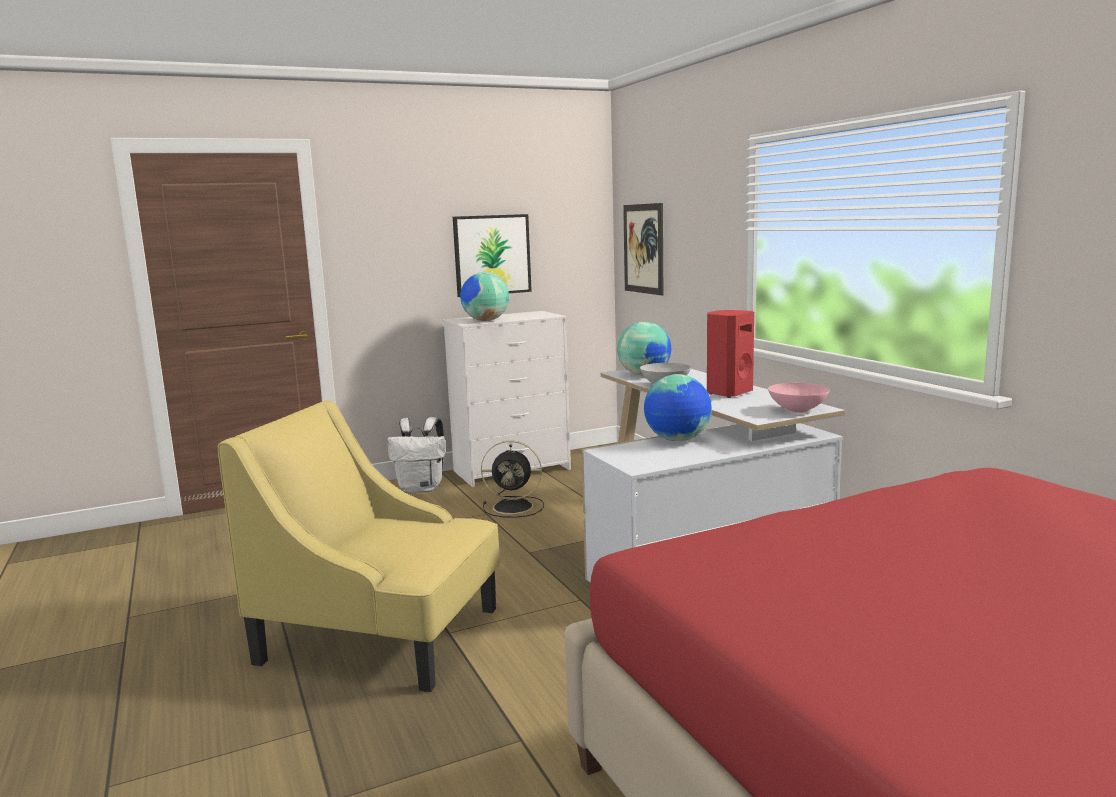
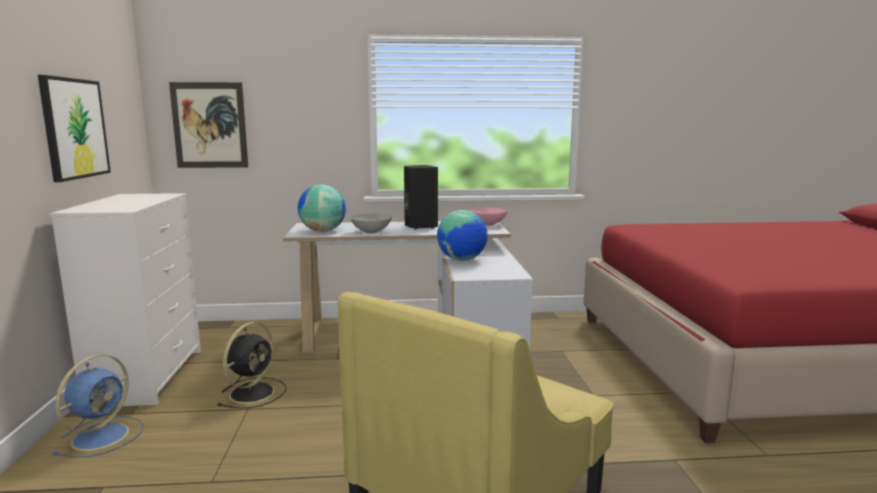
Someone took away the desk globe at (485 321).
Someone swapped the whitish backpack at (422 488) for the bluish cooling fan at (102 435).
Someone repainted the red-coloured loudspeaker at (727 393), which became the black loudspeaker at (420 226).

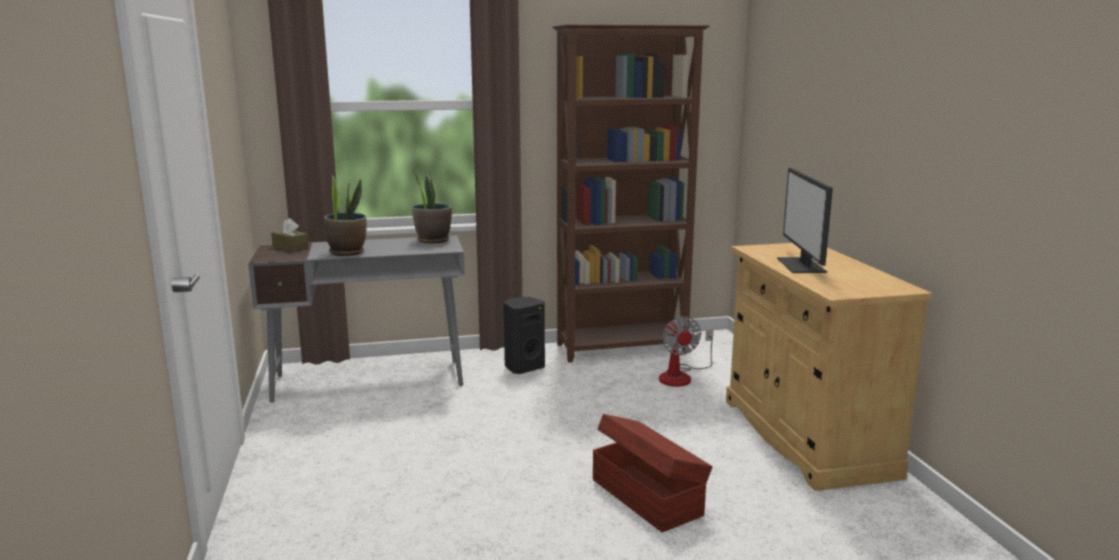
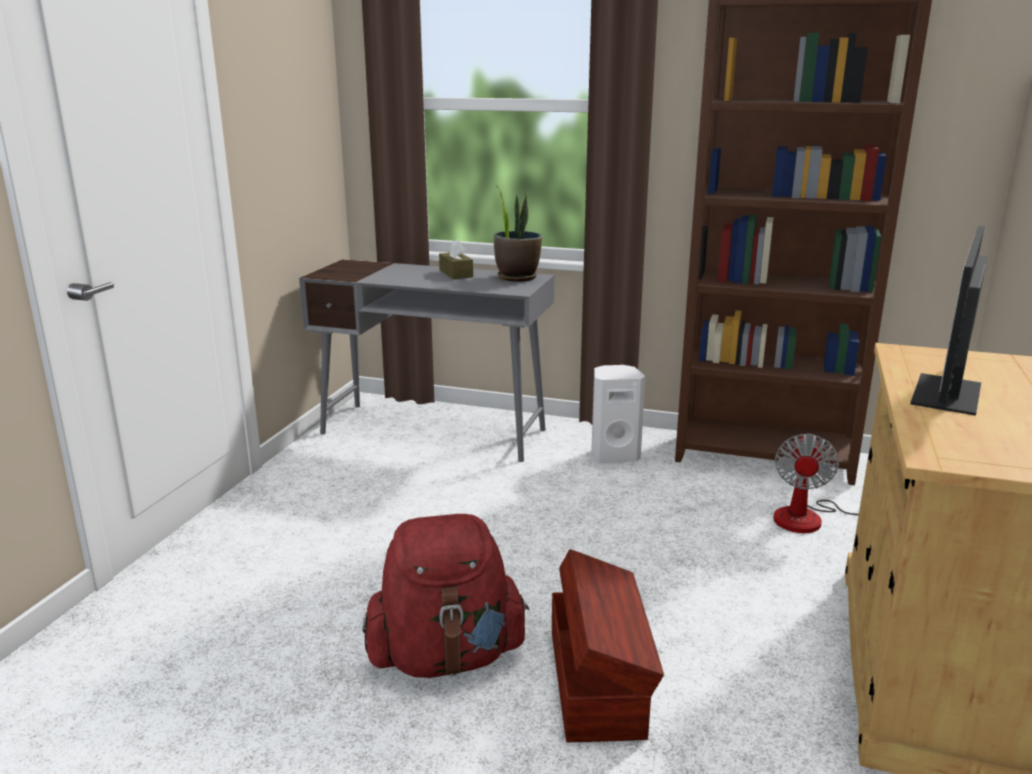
Someone took away the potted plant at (347 252).
Someone put down the red-coloured backpack at (447 657).
Someone carried the brownish tissue holder from (290 247) to (456 274).
Someone repainted the black loudspeaker at (523 367), which became the whitish loudspeaker at (613 455).

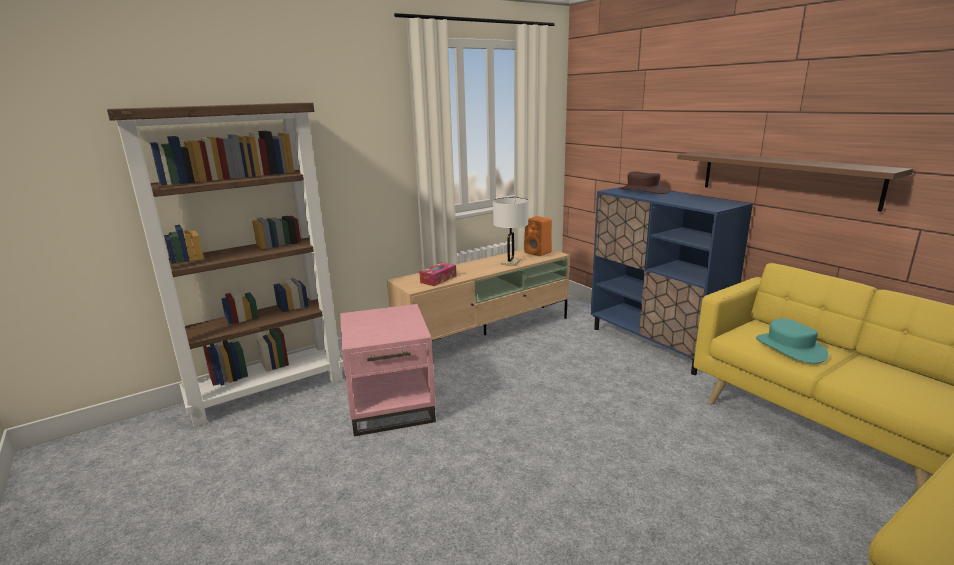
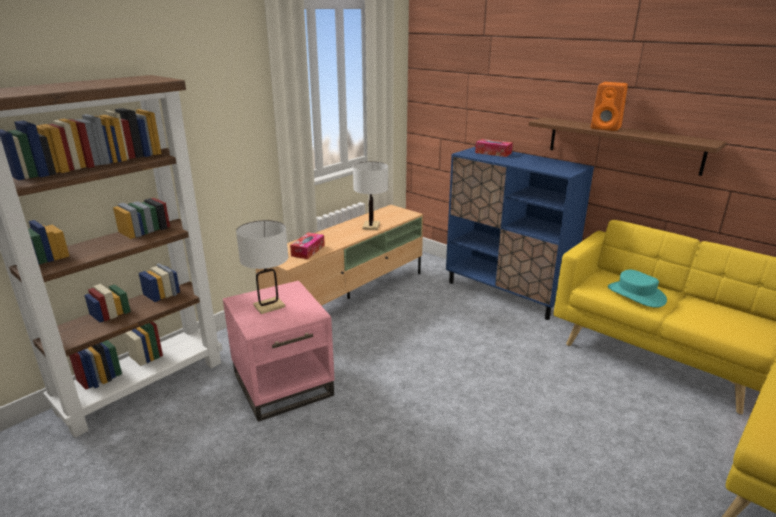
Someone put down the whitish table lamp at (269 306).
Someone carried the orange-coloured loudspeaker from (538 252) to (607 128).
Someone swapped the brownish wearable hat at (642 191) for the tissue holder at (493 153).

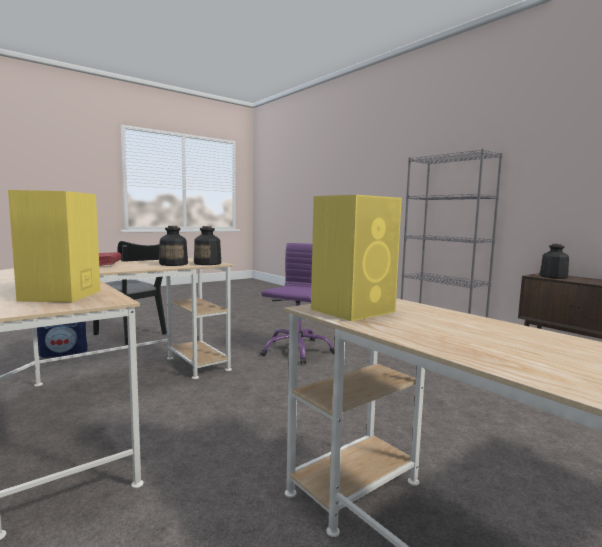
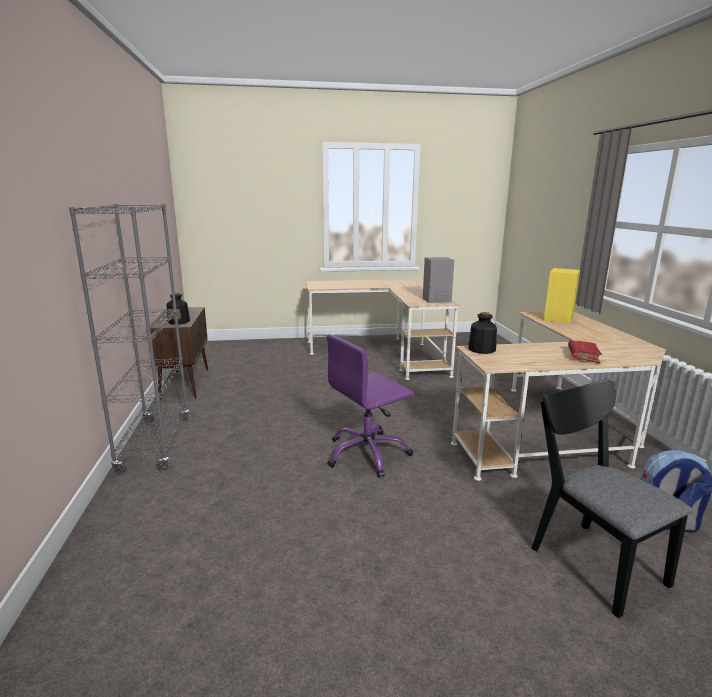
Someone took away the bottle at (173 264).
Someone repainted the yellow-coloured loudspeaker at (354 310), which became the grey loudspeaker at (436 300).

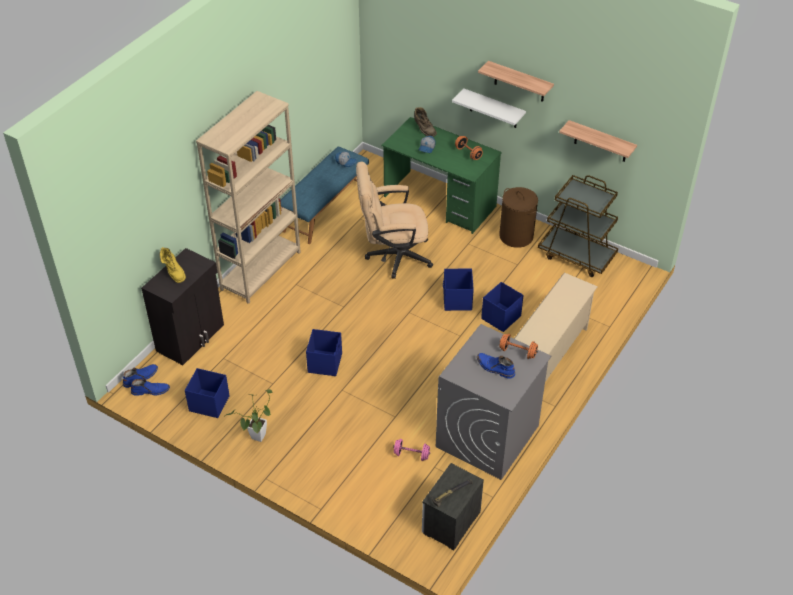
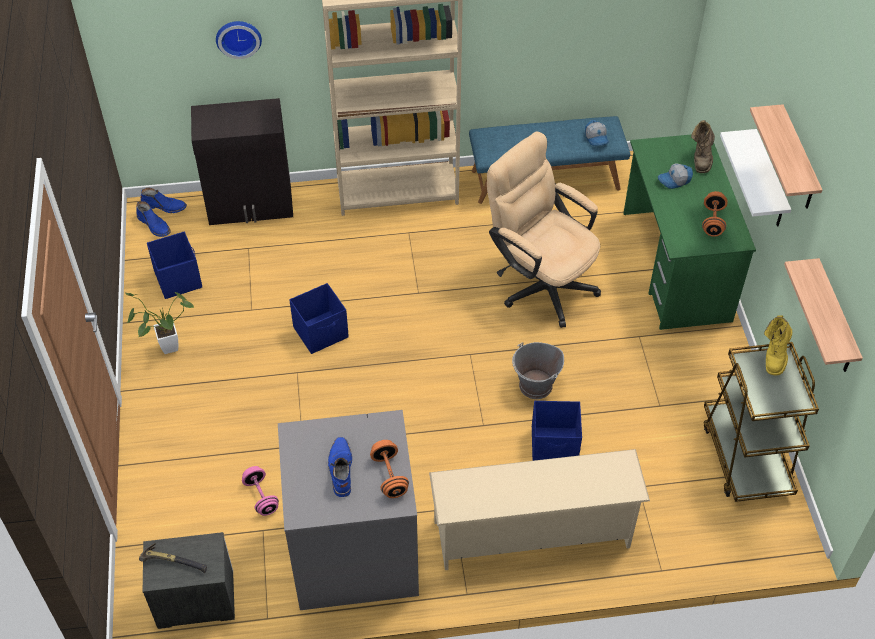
Someone took away the brownish washing basket at (516 236).
Someone put up the hanging clock at (238 37).
Someone carried the yellow-coloured high-top boot from (174 273) to (774 356).
Someone swapped the bluish storage container at (457 300) for the grey bucket at (536 386).

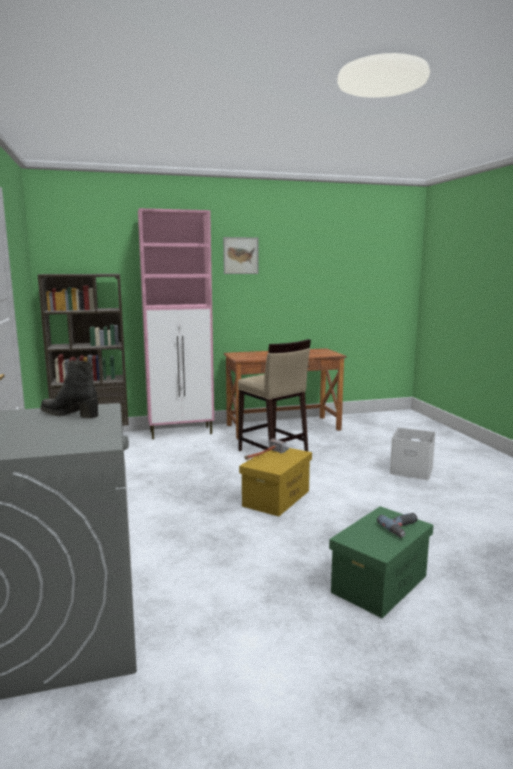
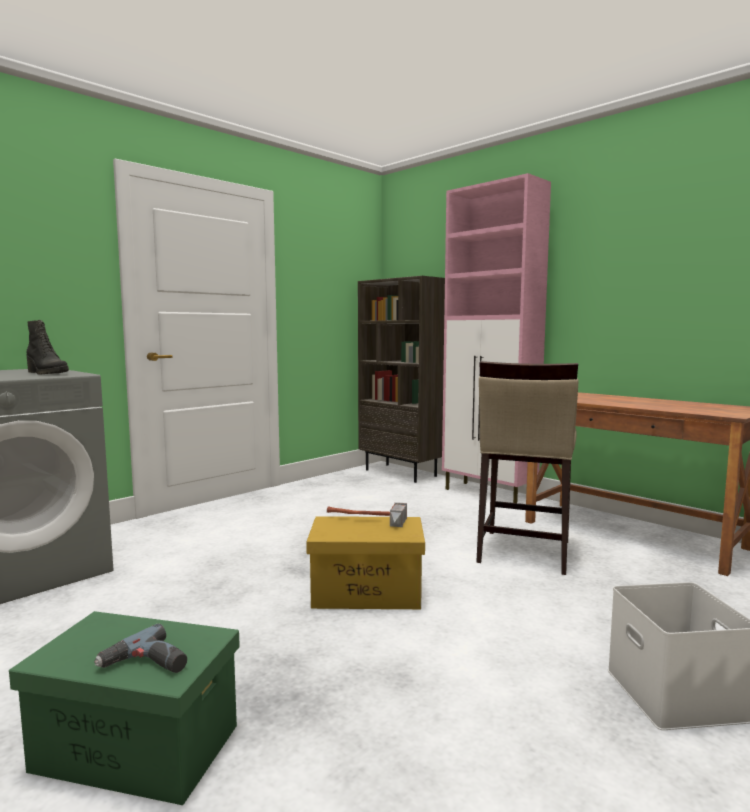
Someone took away the wall picture at (240 255).
Someone rotated the black high-top boot at (70 414) by 135 degrees clockwise.

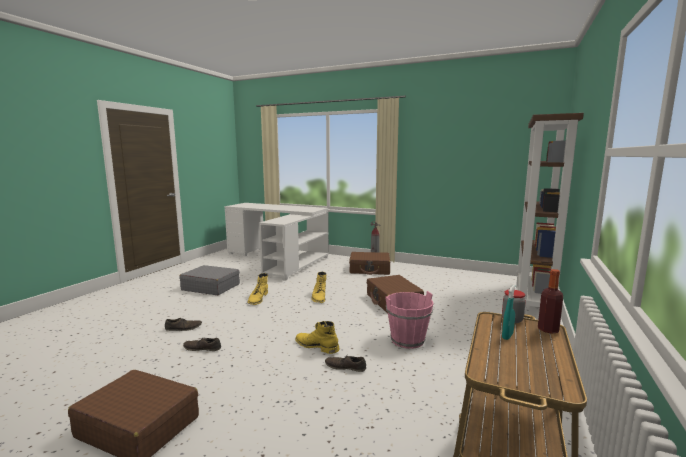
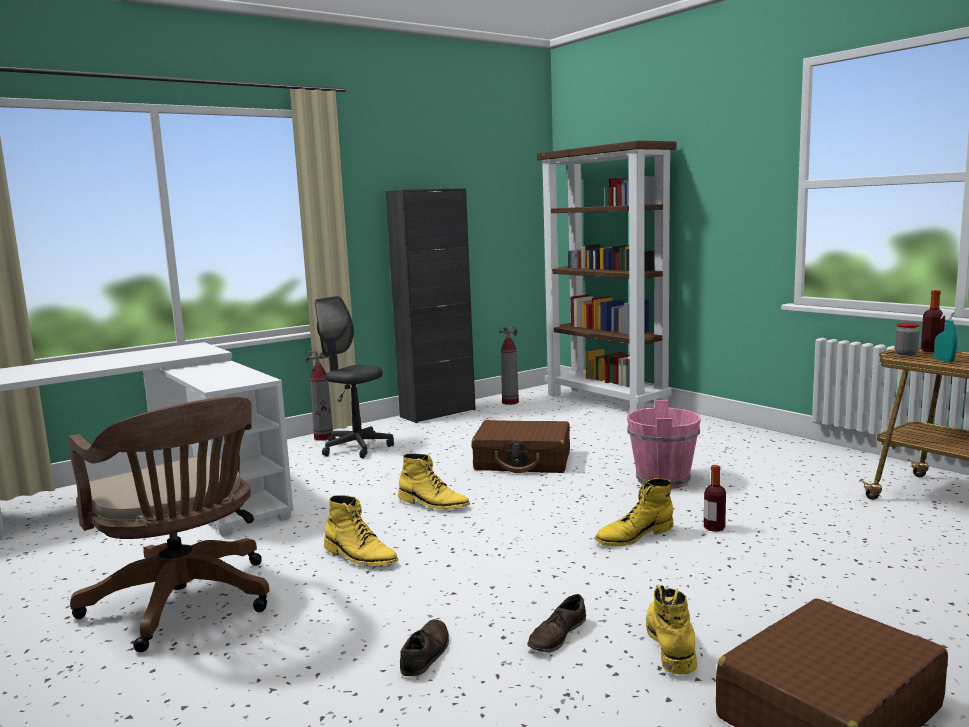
Someone put down the black storage cabinet at (438 413).
Someone put down the fire-fighting cylinder at (510 402).
Someone put down the yellow-coloured high-top boot at (670 643).
Someone swapped the grey piece of luggage at (211 287) for the brownish desk chair at (185 604).
Someone swapped the brownish low shoe at (345 367) for the bottle at (714 528).
Someone swapped the brownish piece of luggage at (370 269) for the grey desk chair at (356 448).

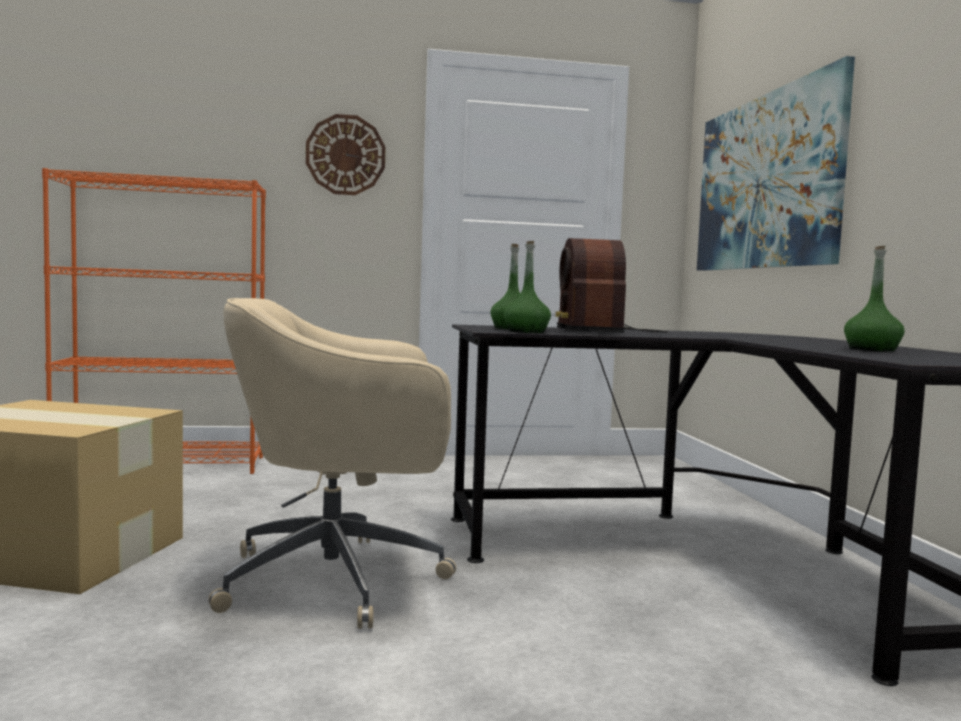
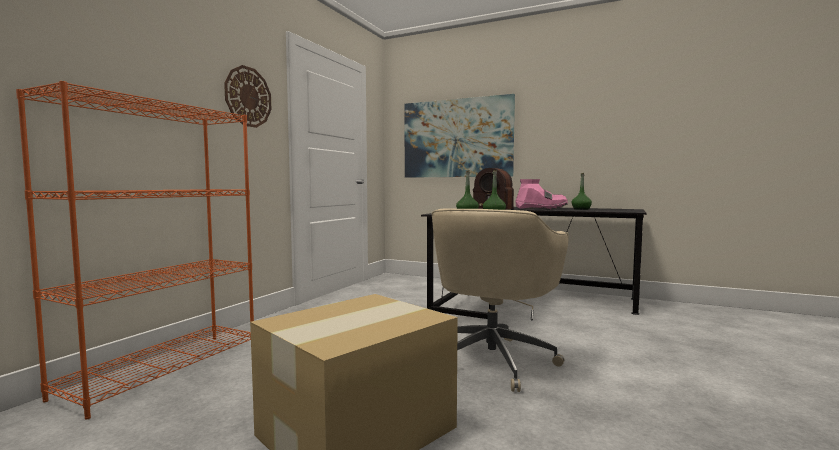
Someone put down the pink-coloured high-top boot at (541 208).

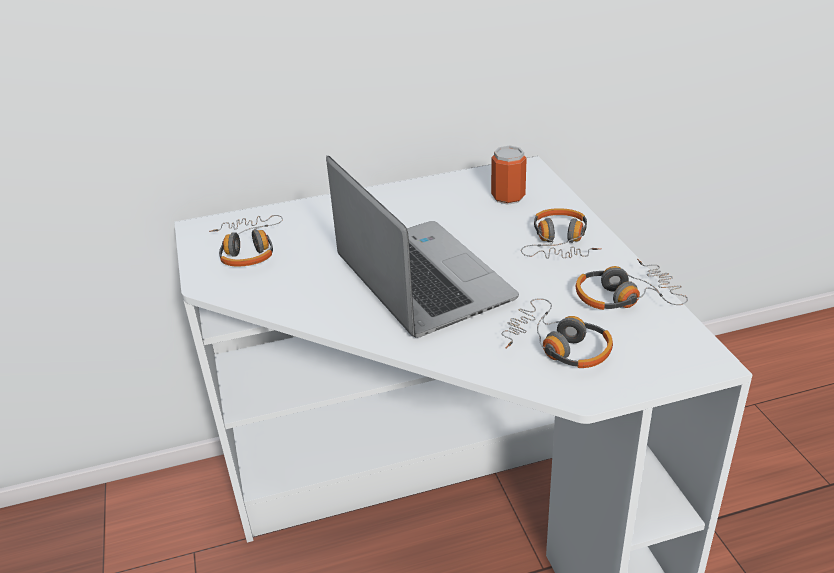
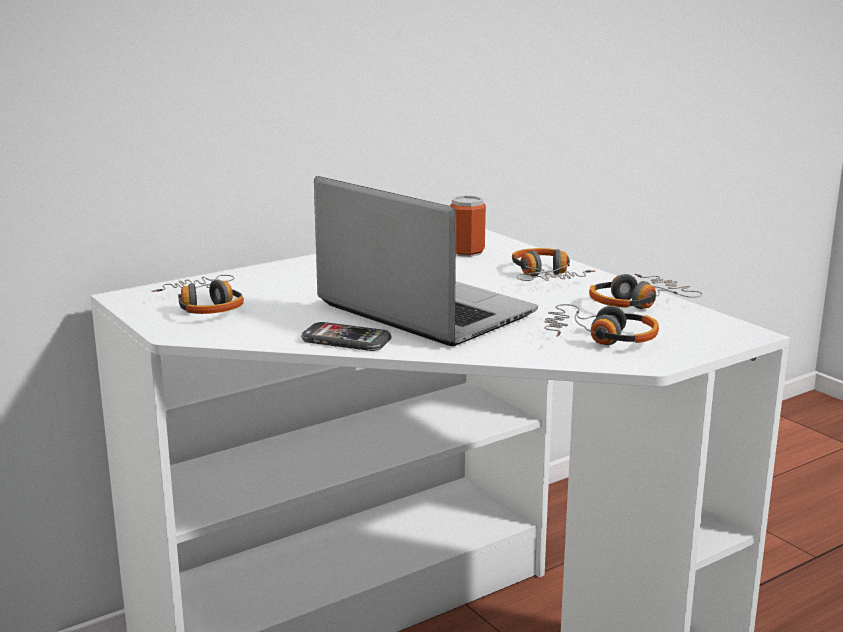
Someone put down the handset at (346 340).

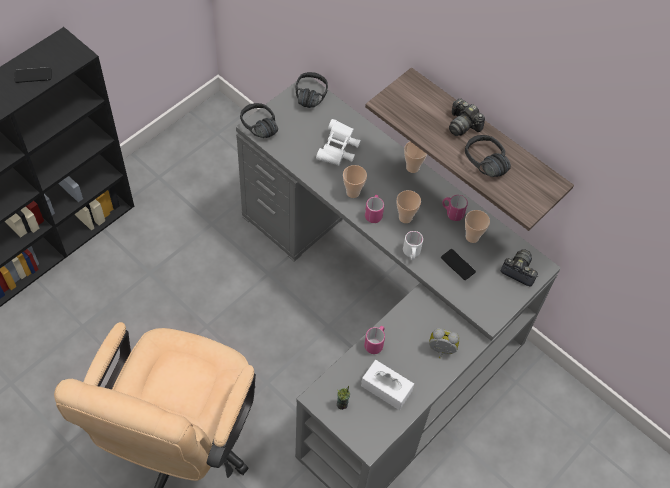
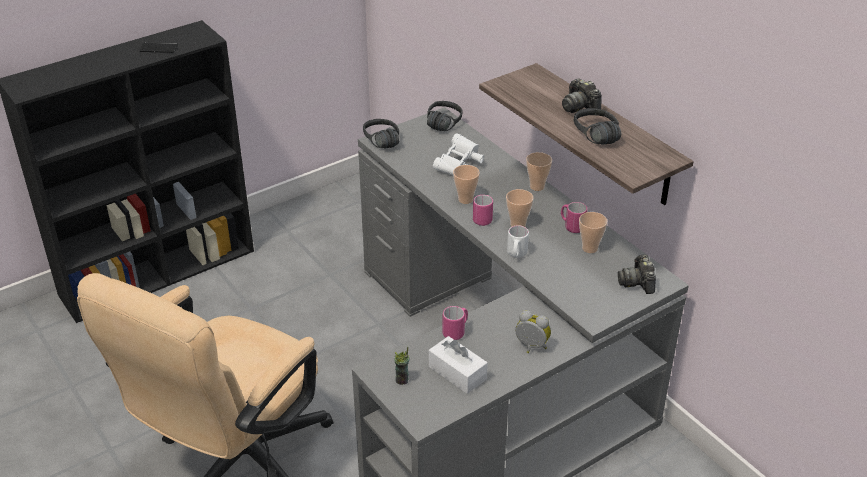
Someone took away the handset at (458 264).
Someone rotated the still camera at (519 271) by 135 degrees counterclockwise.

